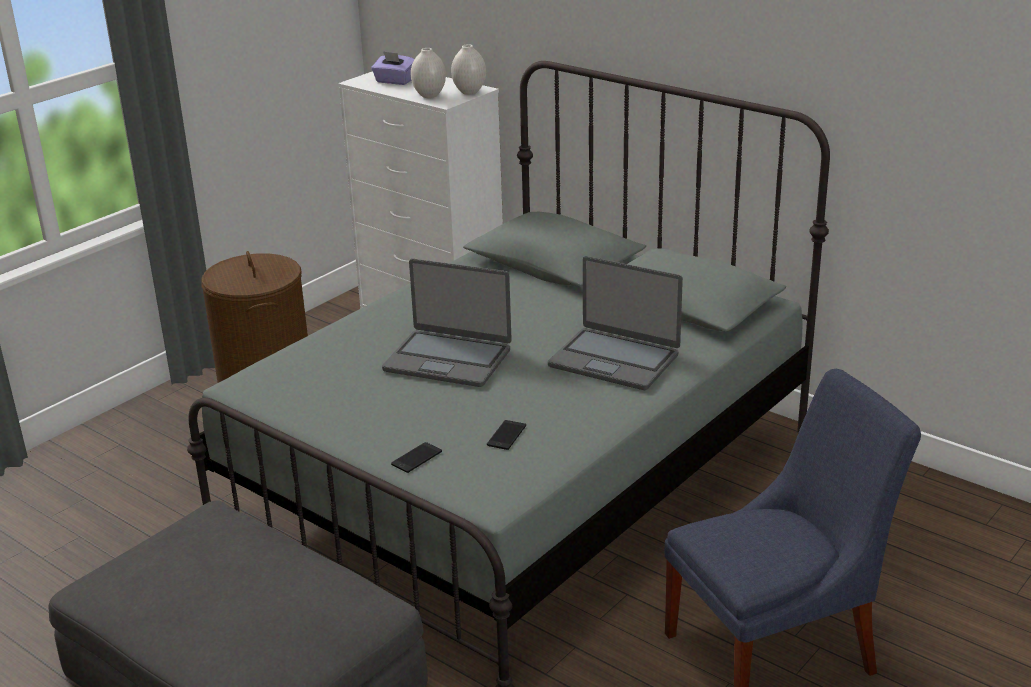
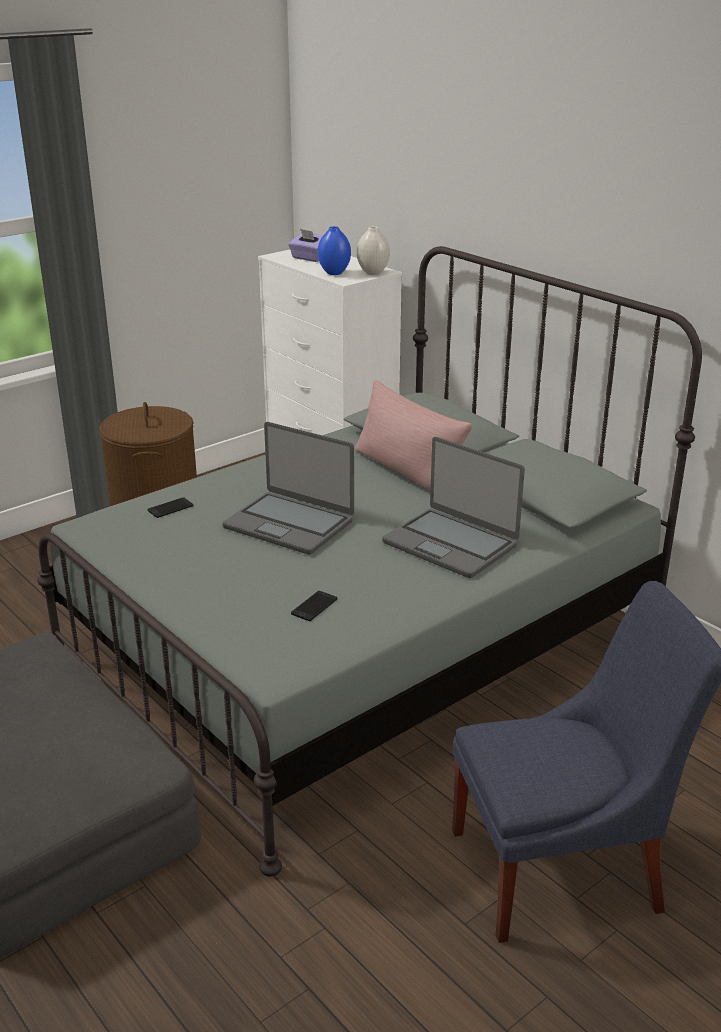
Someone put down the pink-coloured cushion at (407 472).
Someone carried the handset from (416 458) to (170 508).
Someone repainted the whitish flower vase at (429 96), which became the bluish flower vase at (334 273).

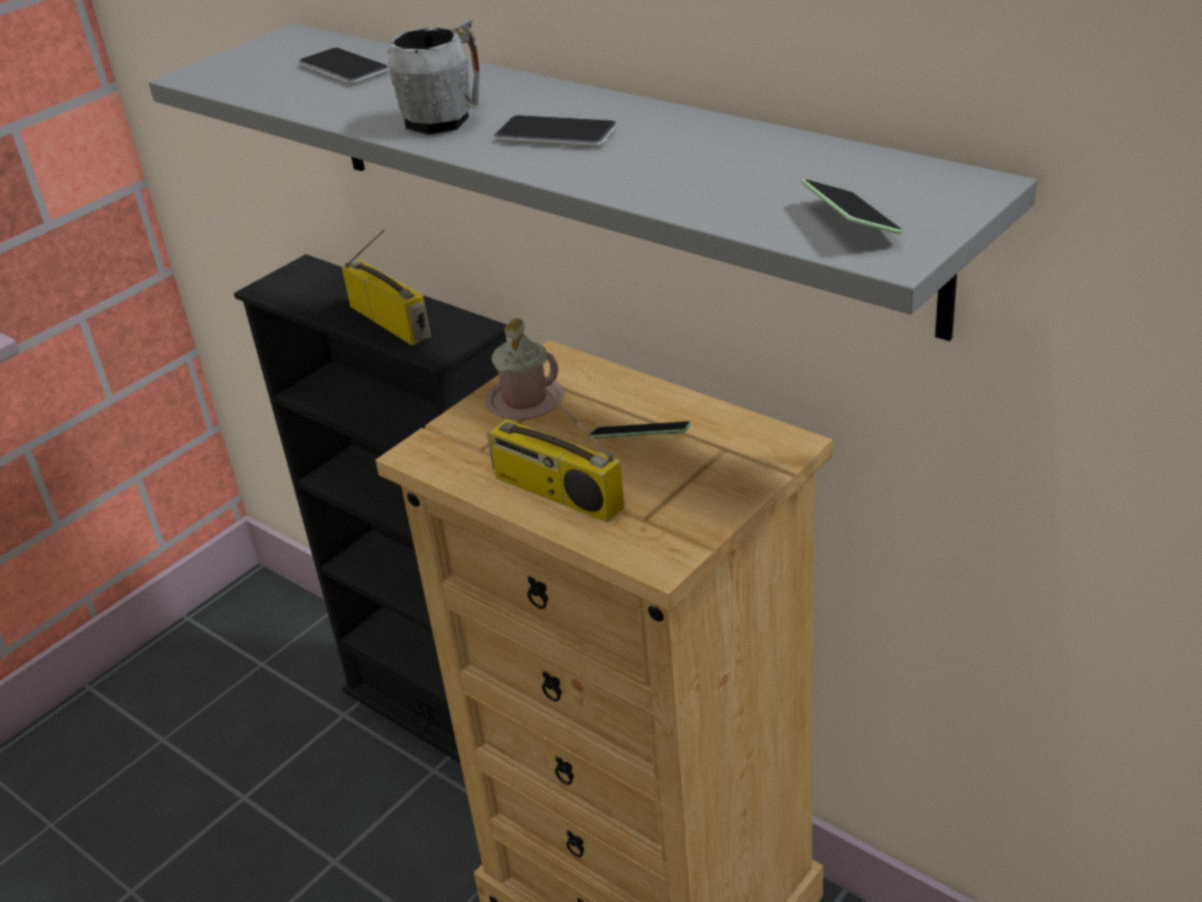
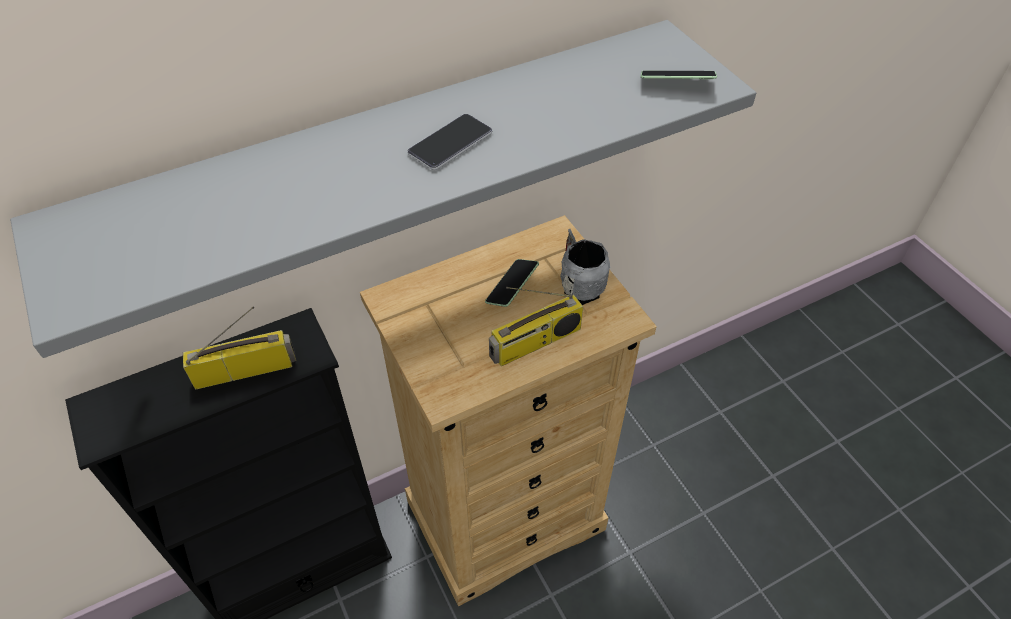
Someone took away the handset at (343 69).
Someone took away the pink-coloured tea mug at (525 401).
Someone carried the grey tea mug from (447 118) to (579 284).

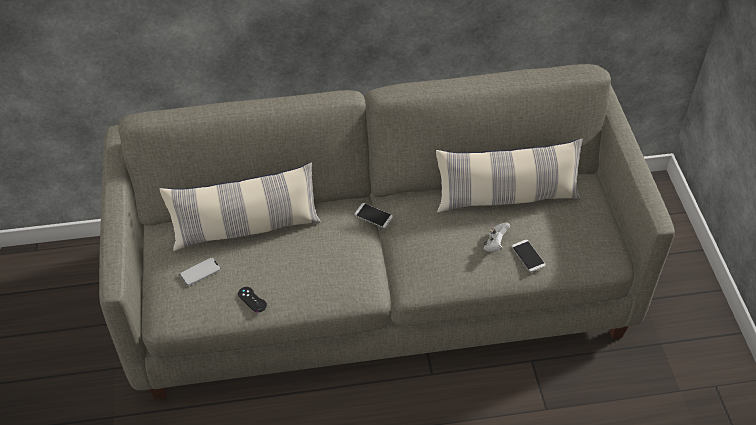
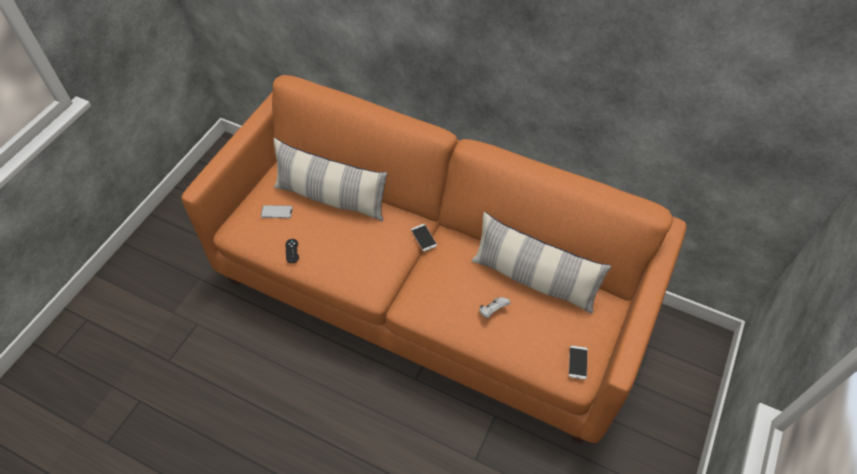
Someone carried the handset from (528 256) to (578 362).
Someone repainted the grey sofa at (379 288), which became the orange-coloured sofa at (429 294).

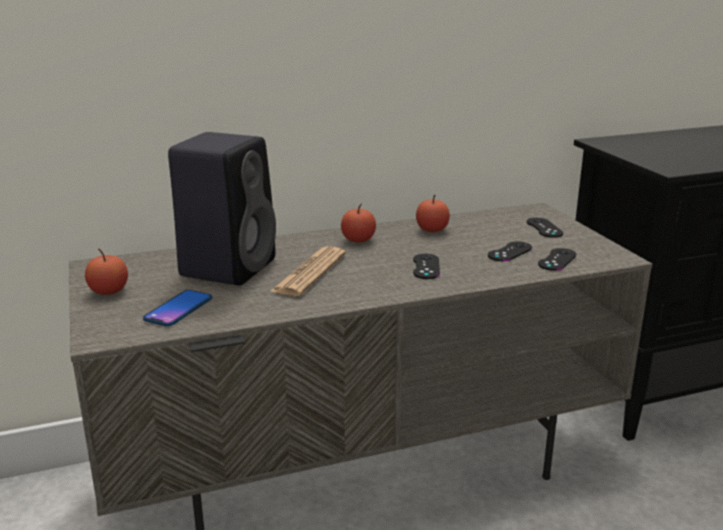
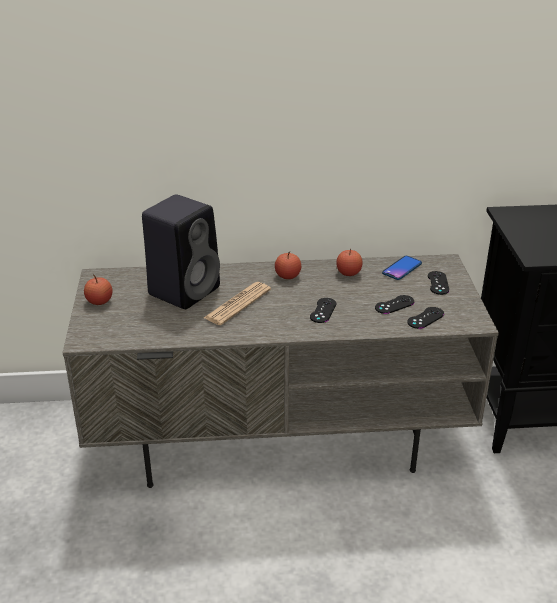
Someone carried the handset from (178 309) to (402 268).

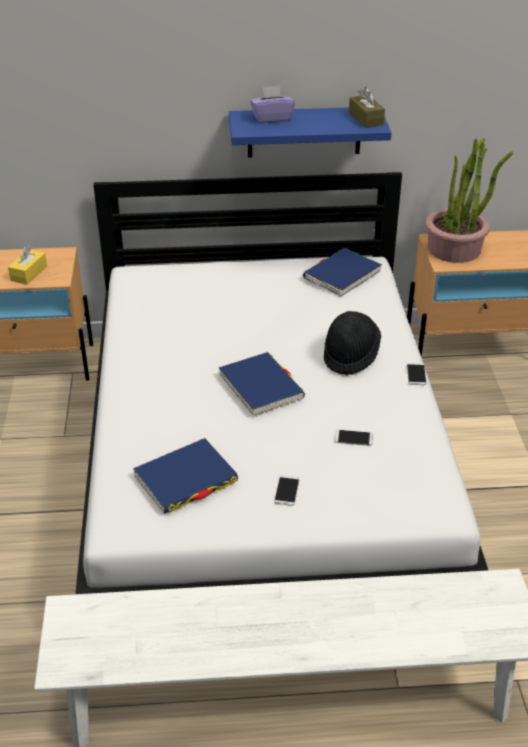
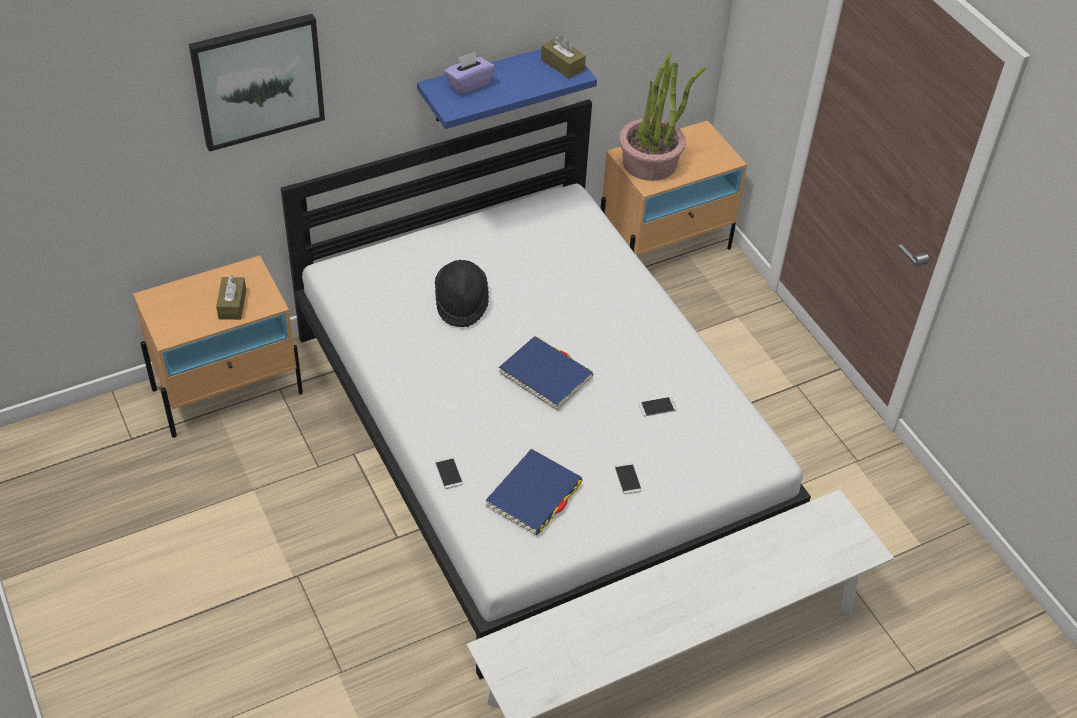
Someone took away the bluish volume at (342 275).
Someone put up the wall picture at (258 80).
Someone carried the black wearable hat from (350 355) to (461 303).
Someone carried the handset from (416 374) to (448 473).
Someone repainted the yellow-coloured tissue holder at (29 273), which became the brownish tissue holder at (232 304).

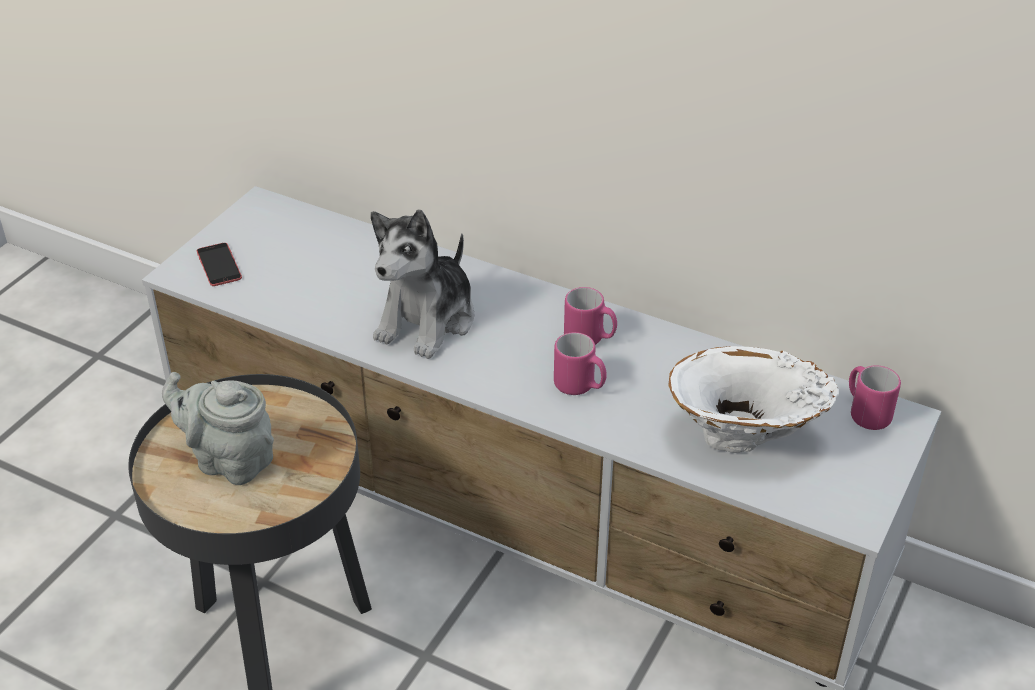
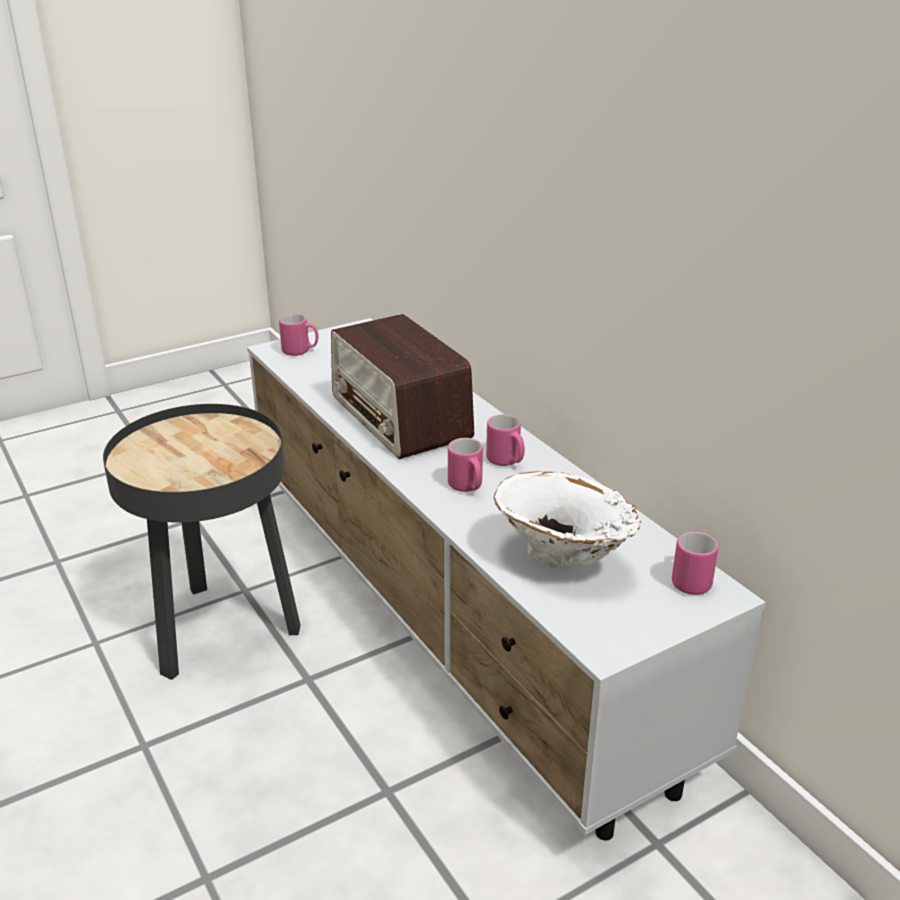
Someone took away the grey teapot at (229 460).
Someone swapped the handset at (219 265) for the pink-coloured tea mug at (300 351).
Someone swapped the plush toy at (427 321) for the radio at (400 417).

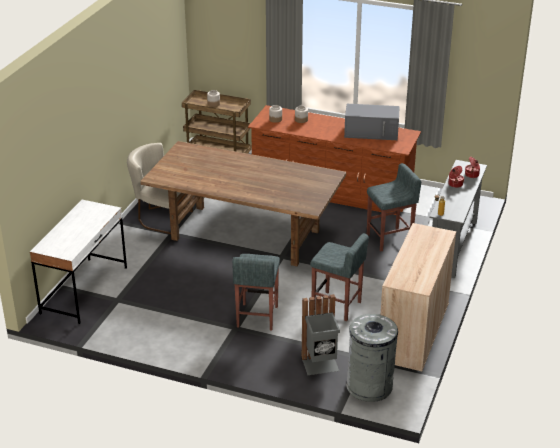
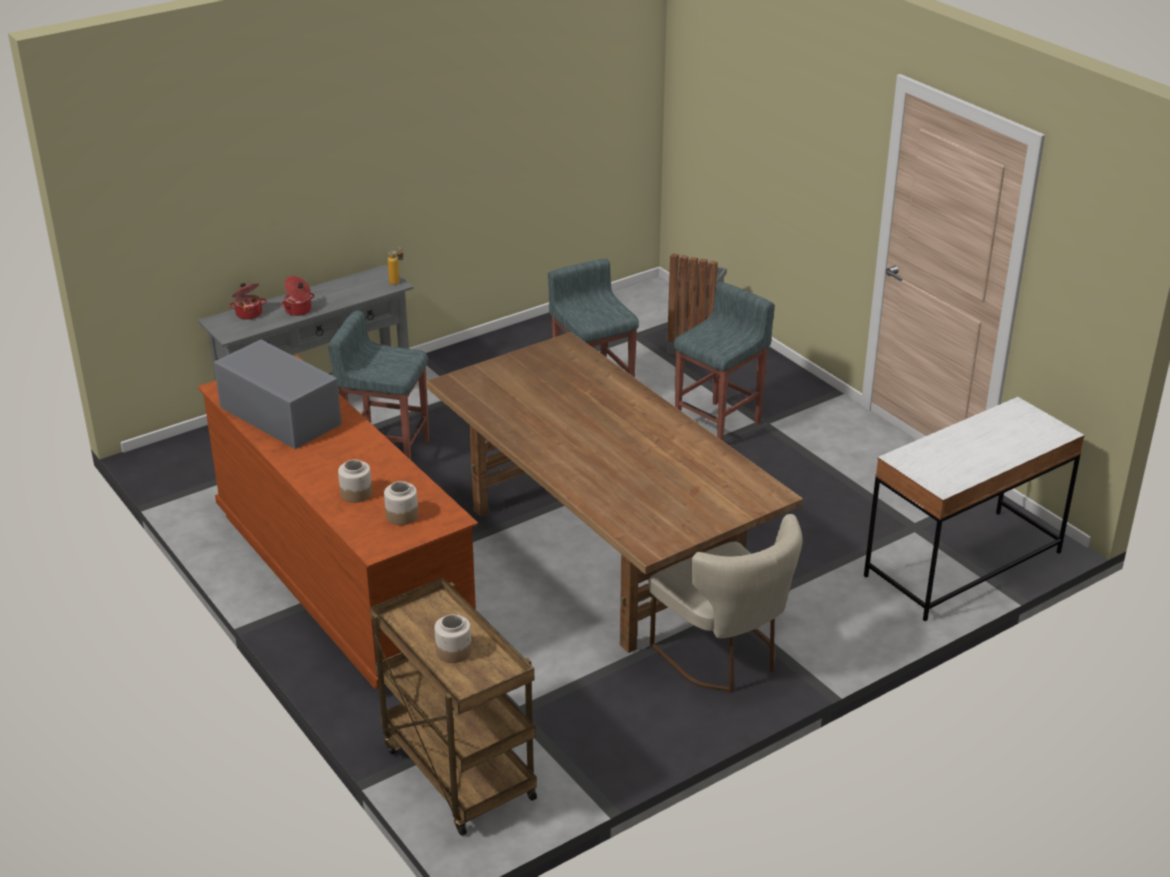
Someone took away the grey waste bin at (369 386).
Someone took away the sand-coloured storage cabinet at (413 333).

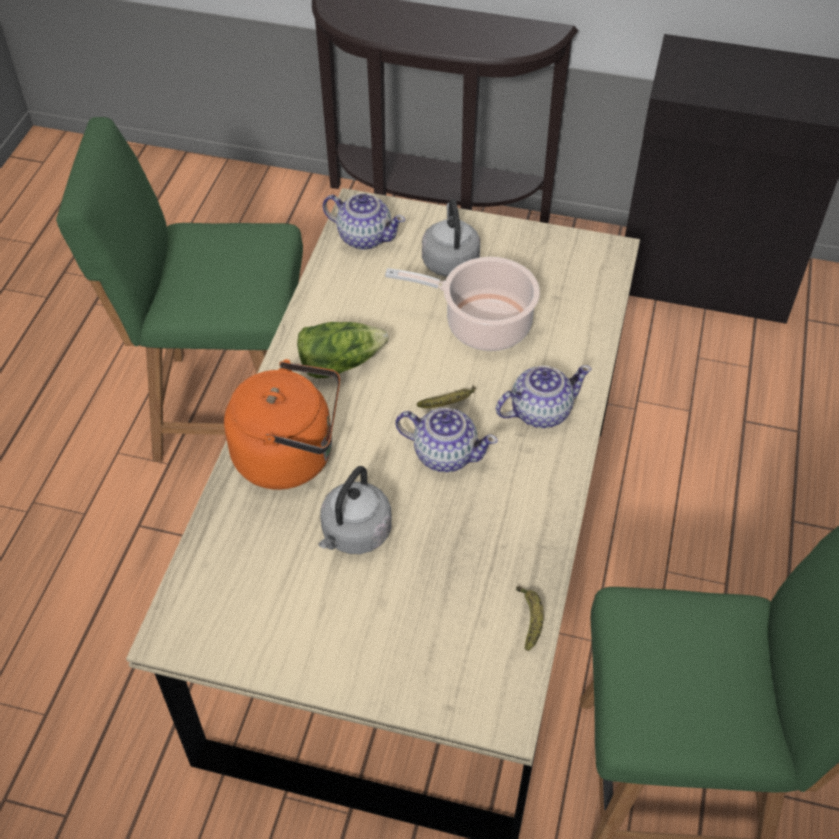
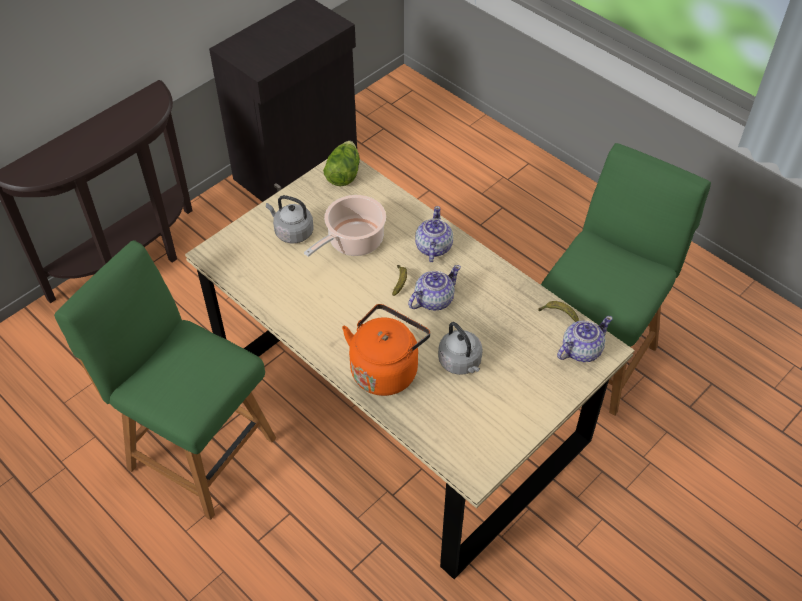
Someone carried the lettuce head from (339 363) to (343 173).
Someone carried the teapot from (364 237) to (580 350).
Someone rotated the greenish plain chair at (224 407) by 90 degrees clockwise.

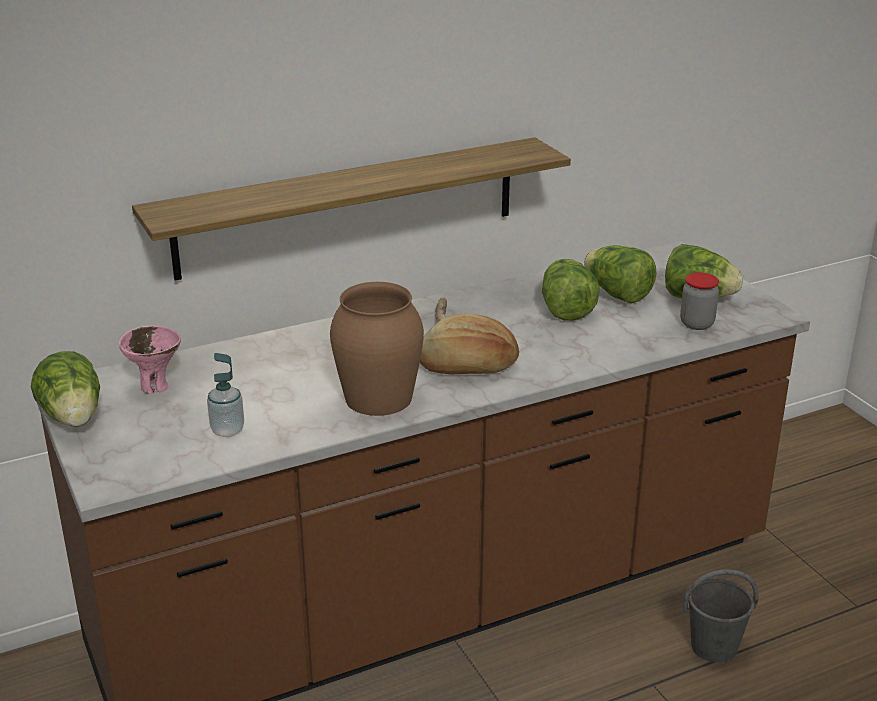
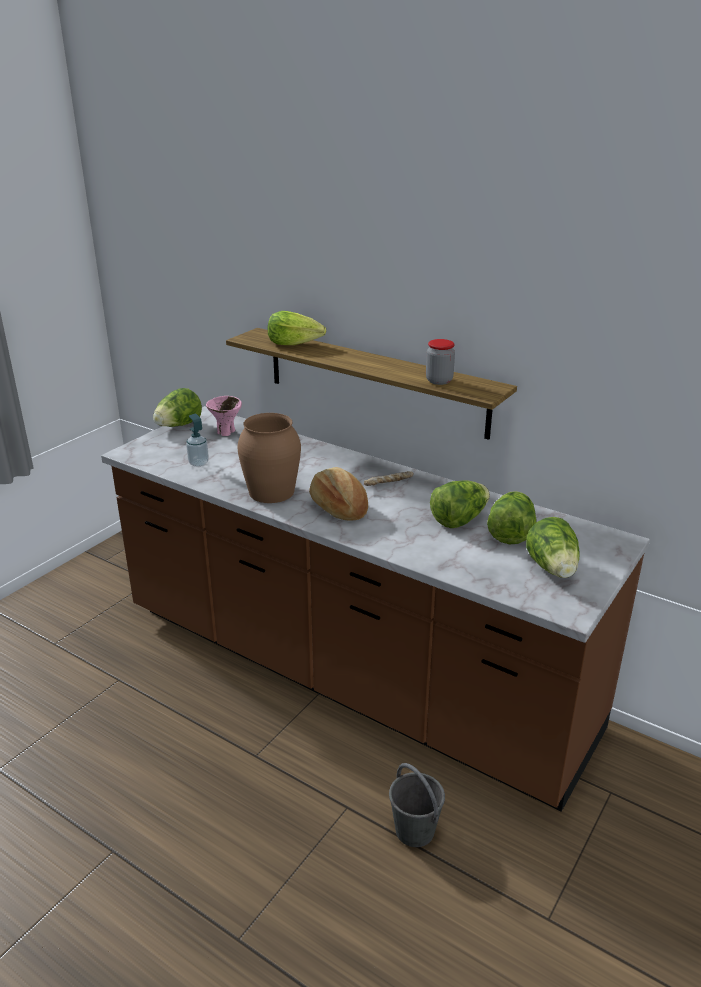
Someone put down the lettuce head at (294 343).
Someone carried the jar from (696 324) to (439 381).

